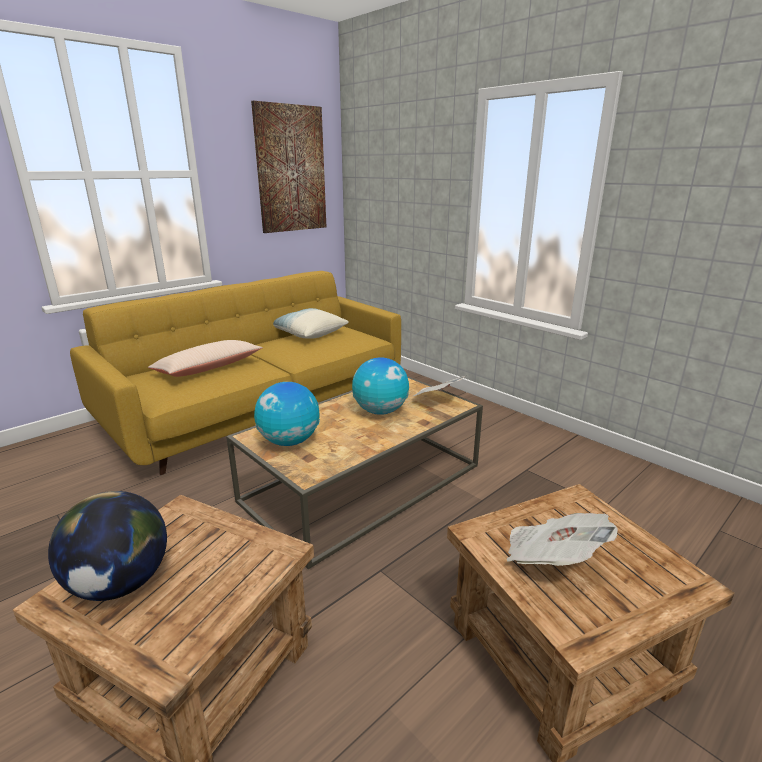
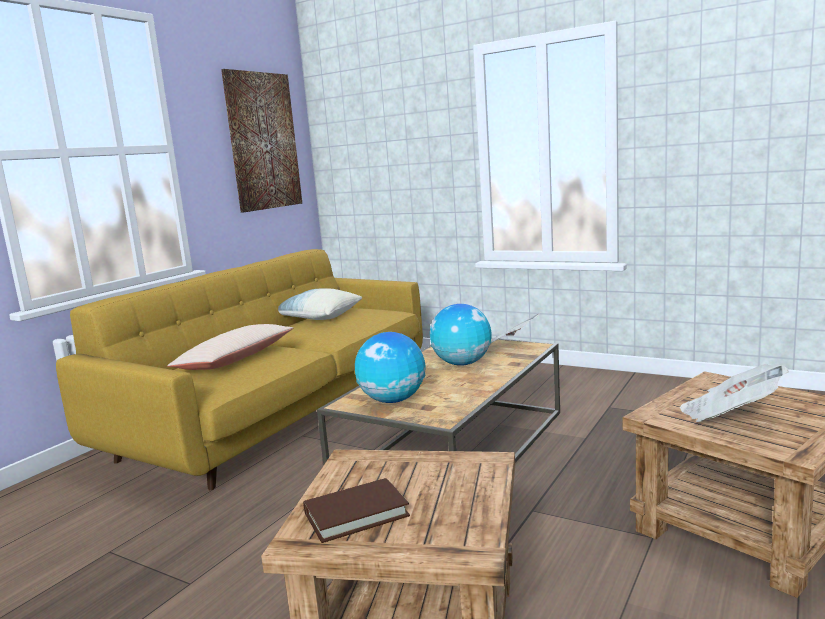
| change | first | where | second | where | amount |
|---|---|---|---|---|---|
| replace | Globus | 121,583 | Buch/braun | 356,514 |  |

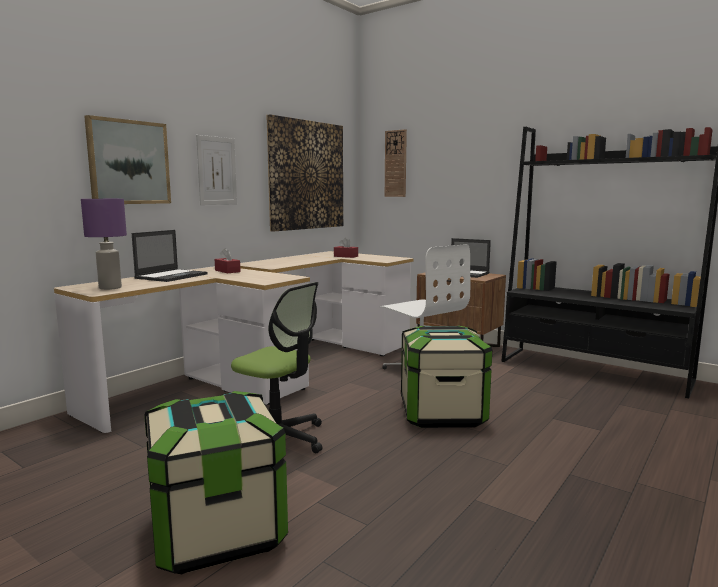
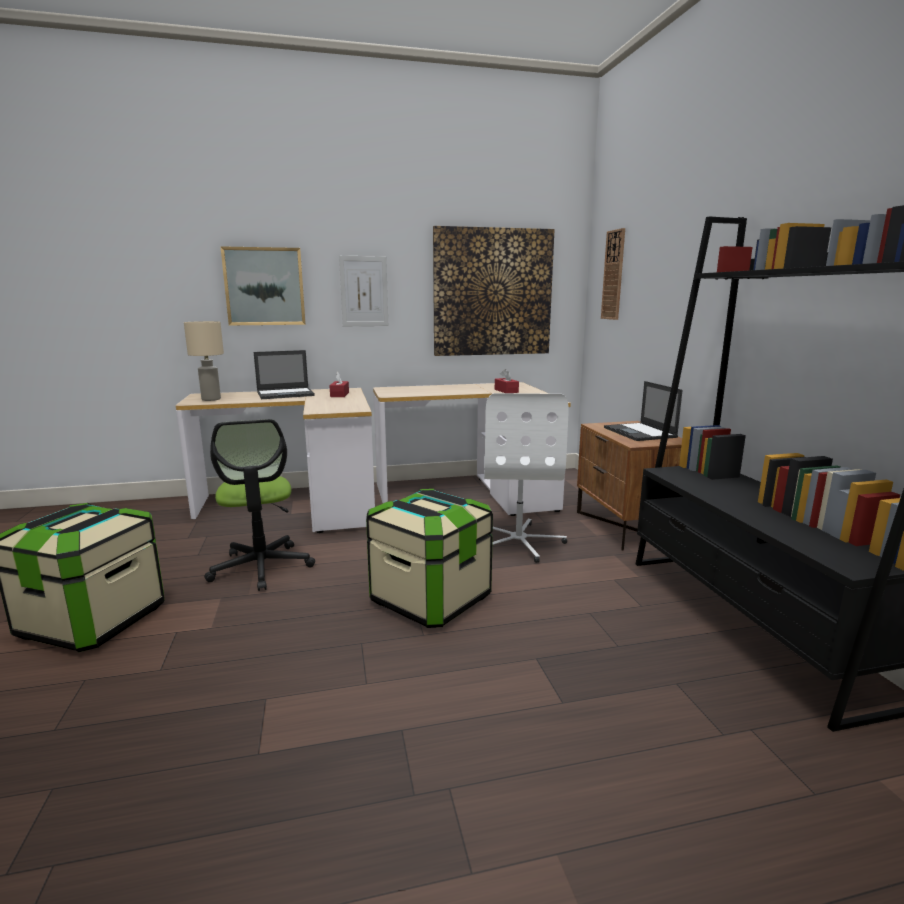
| change | first | where | second | where | amount |
|---|---|---|---|---|---|
| recolor | Tischlampe/lila | 109,288 | Tischlampe/beige | 210,399 |  |

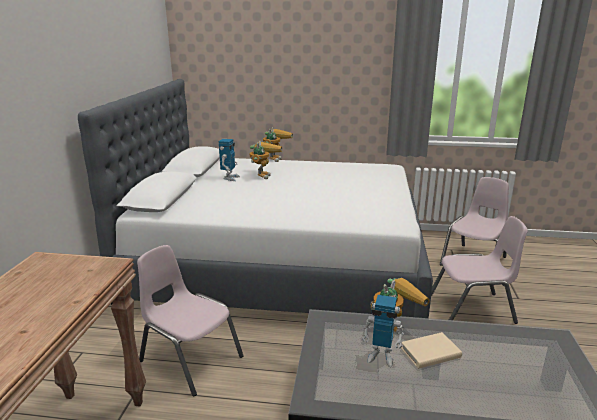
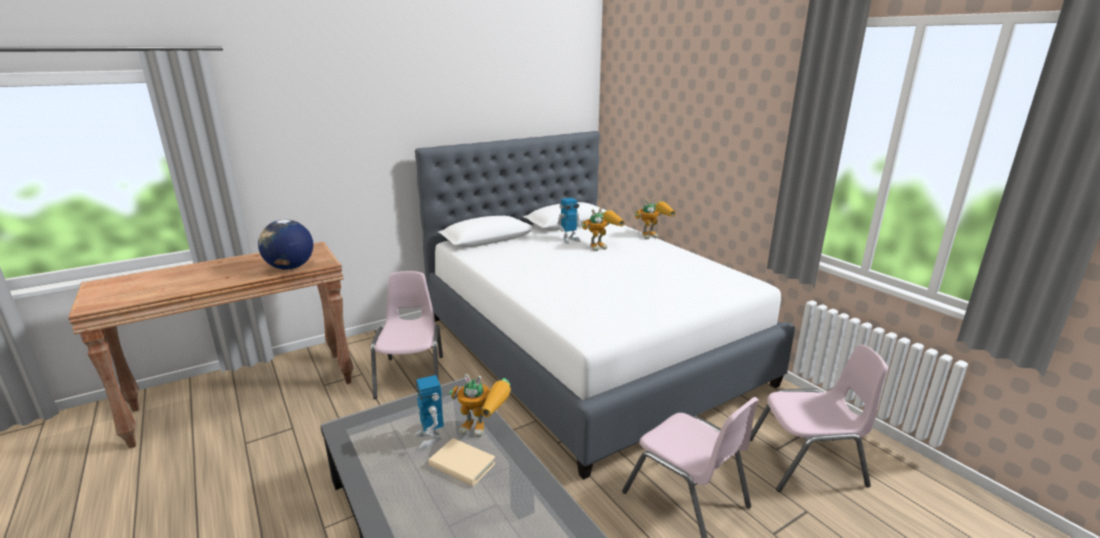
| change | first | where | second | where | amount |
|---|---|---|---|---|---|
| insert |  |  | Globus | 290,267 |  |

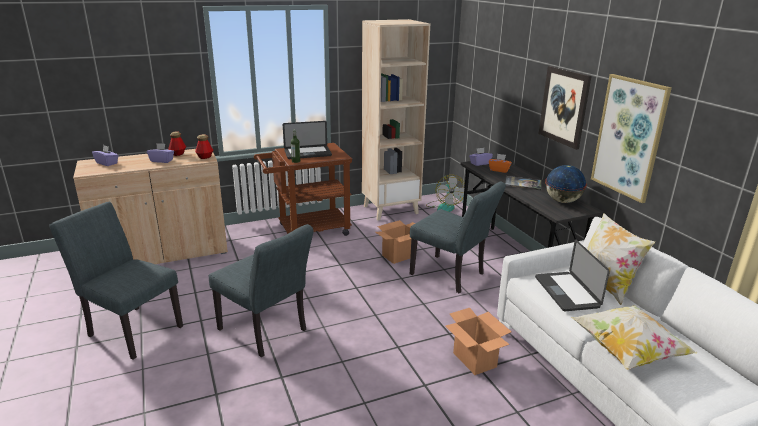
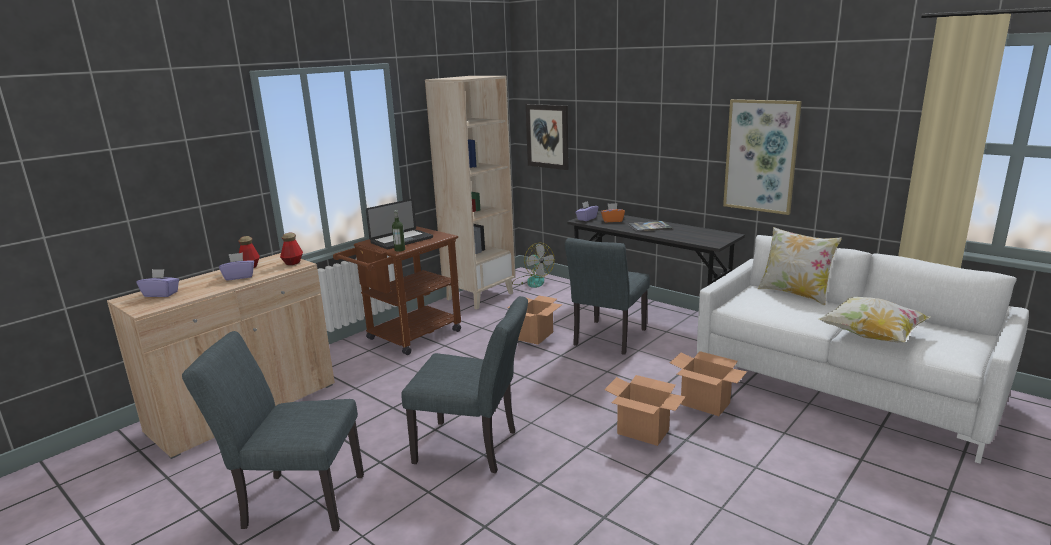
| change | first | where | second | where | amount |
|---|---|---|---|---|---|
| delete | Laptop | 566,292 |  |  |  |
| delete | Globus | 562,201 |  |  |  |
| insert |  |  | Karton | 643,432 |  |
| move | Bild | 564,106 |  | 547,136 |  |
| rotate | Stuhl/grau | 452,276 |  | 607,339 | 105 degrees clockwise |

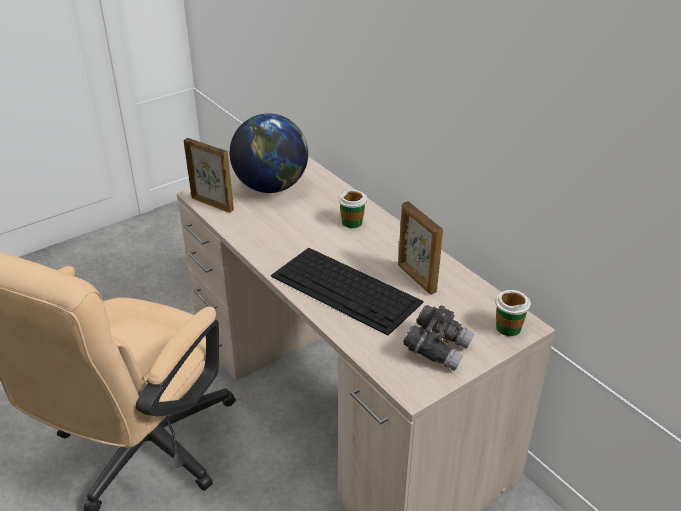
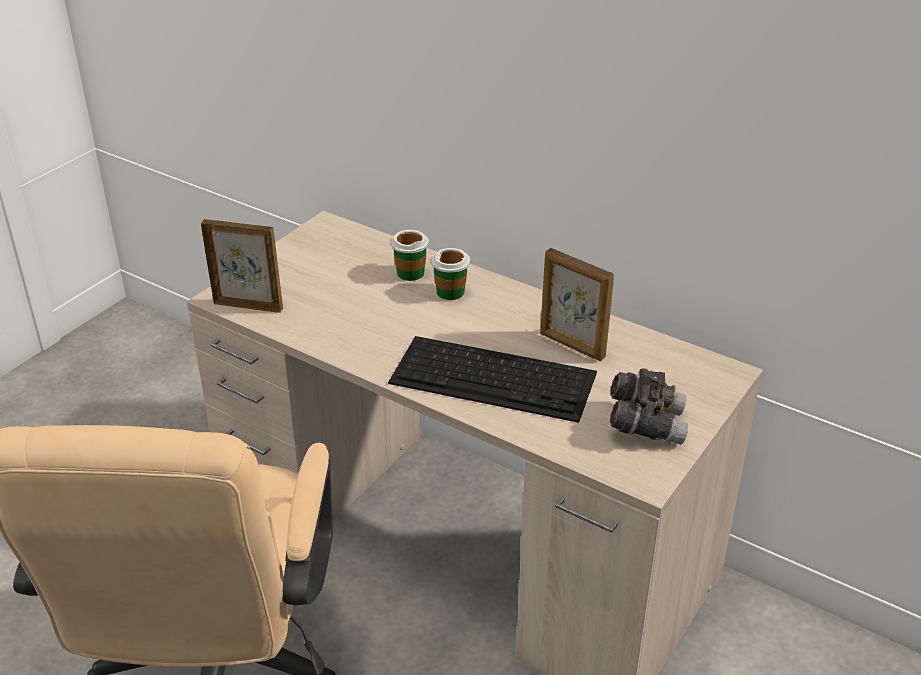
| change | first | where | second | where | amount |
|---|---|---|---|---|---|
| delete | Globus | 271,187 |  |  |  |
| move | Tasse | 508,327 |  | 410,273 |  |

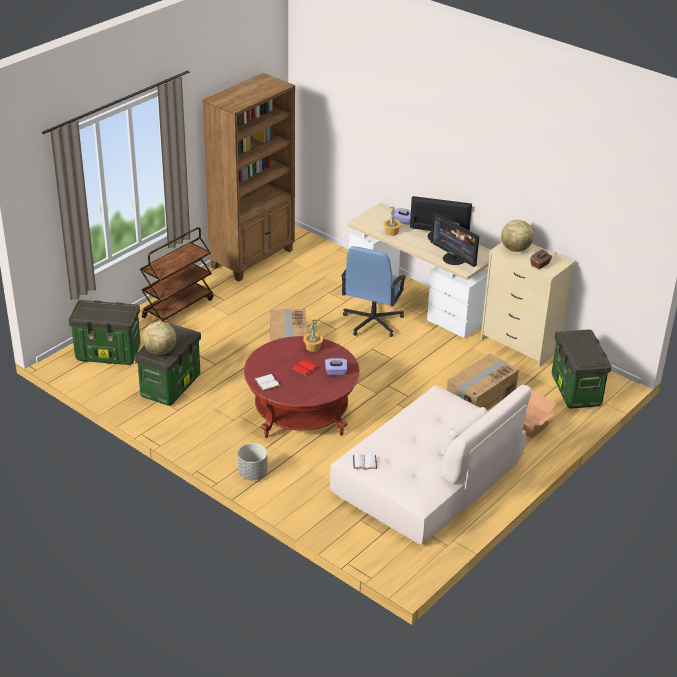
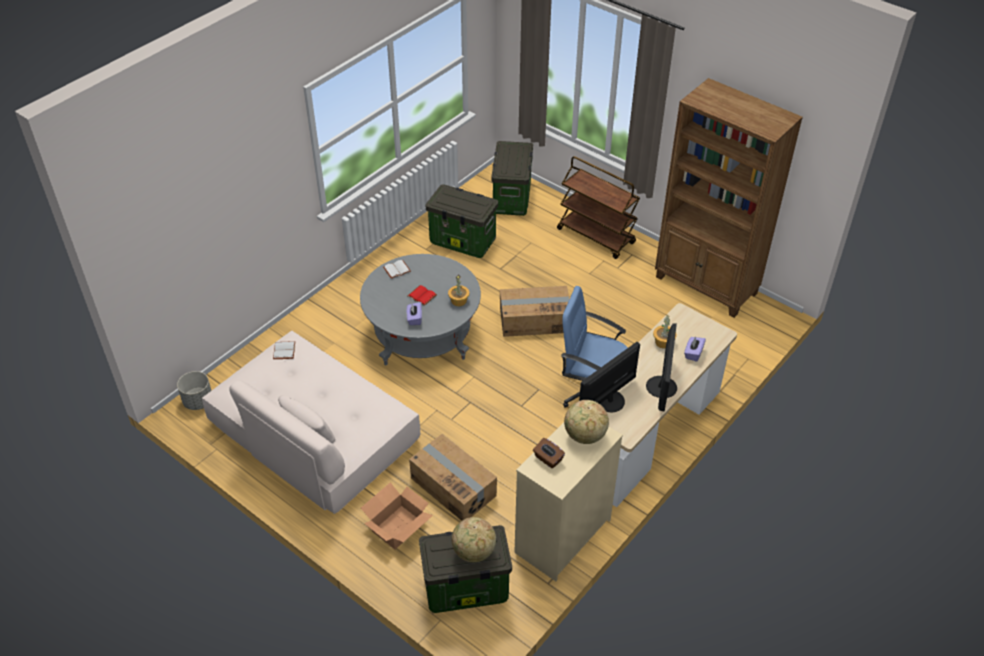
| change | first | where | second | where | amount |
|---|---|---|---|---|---|
| move | Globus | 160,351 |  | 474,552 |  |
| move | Pflanzkübel/grau | 252,474 |  | 198,401 |  |
| recolor | Couchtisch/rot | 301,412 | Couchtisch/grau | 422,333 |  |

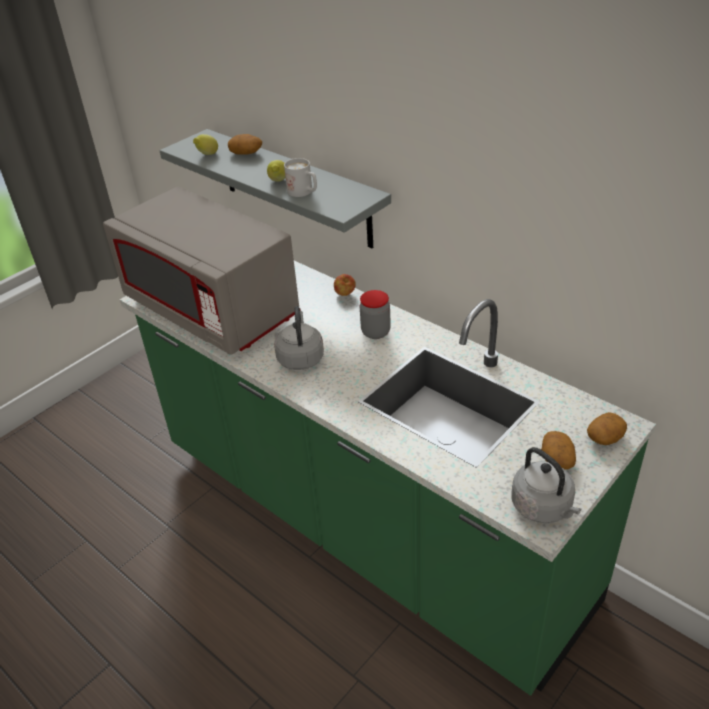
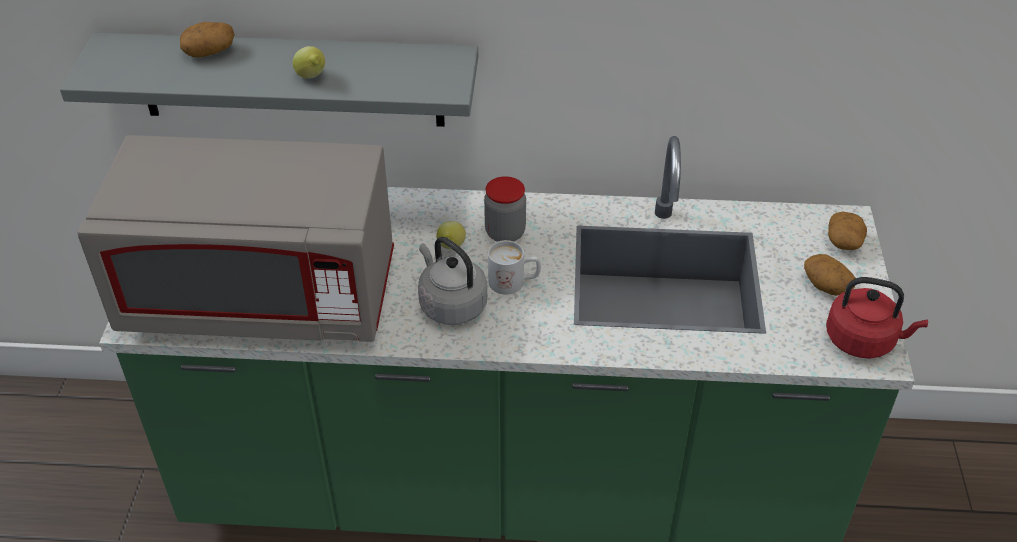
| change | first | where | second | where | amount |
|---|---|---|---|---|---|
| delete | Apfel | 345,294 |  |  |  |
| move | Zitrone | 207,155 |  | 451,248 |  |
| move | Henkelbecher/weiß | 304,192 |  | 514,282 |  |
| recolor | Wasserkessel/grau | 543,508 | Wasserkessel/rot | 863,340 |  |

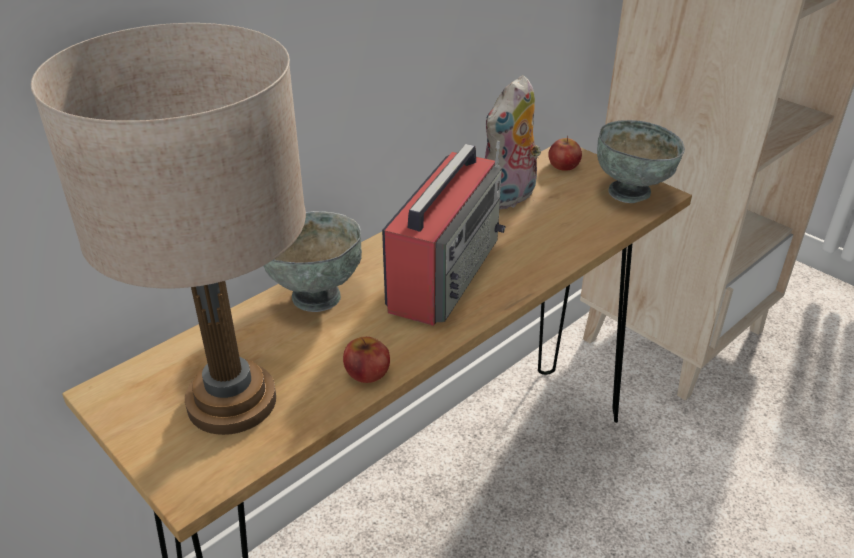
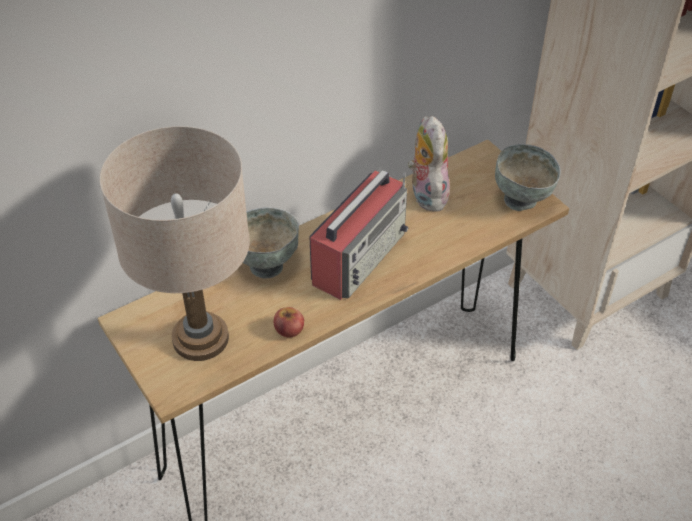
| change | first | where | second | where | amount |
|---|---|---|---|---|---|
| delete | Apfel | 563,165 |  |  |  |
| rotate | Plüschtier | 509,198 |  | 426,194 | 120 degrees clockwise |

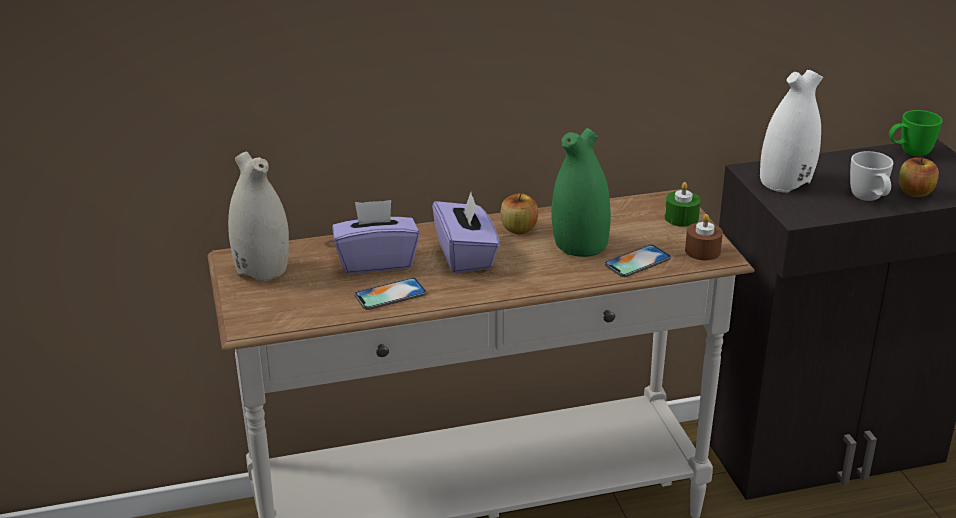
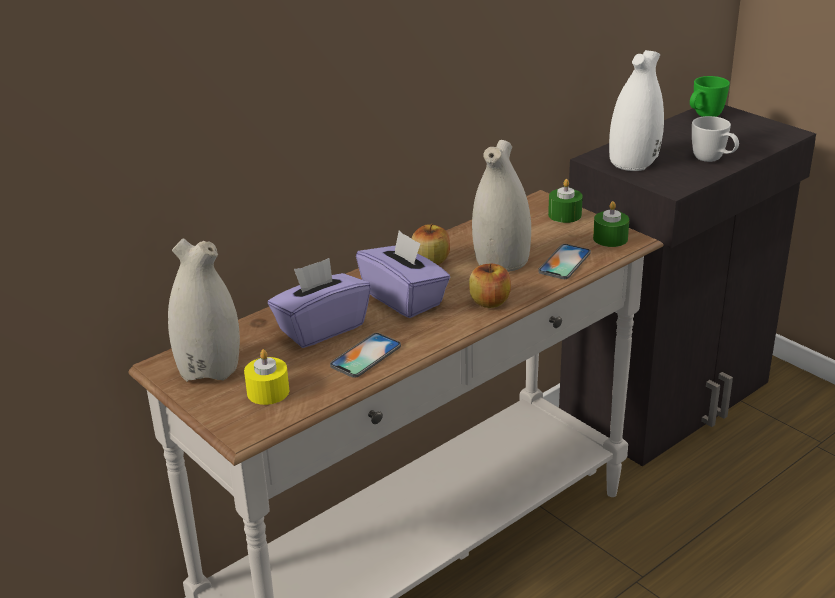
| change | first | where | second | where | amount |
|---|---|---|---|---|---|
| insert |  |  | Kerze/gelb | 268,392 |  |
| move | Apfel | 915,192 |  | 489,302 |  |
| recolor | Vase/grün | 579,246 | Vase/weiß | 501,262 |  |
| recolor | Kerze/braun | 702,251 | Kerze/grün | 610,238 |  |

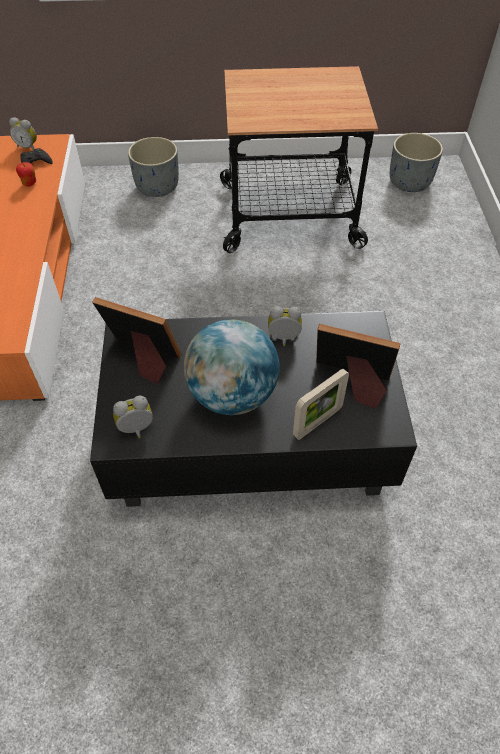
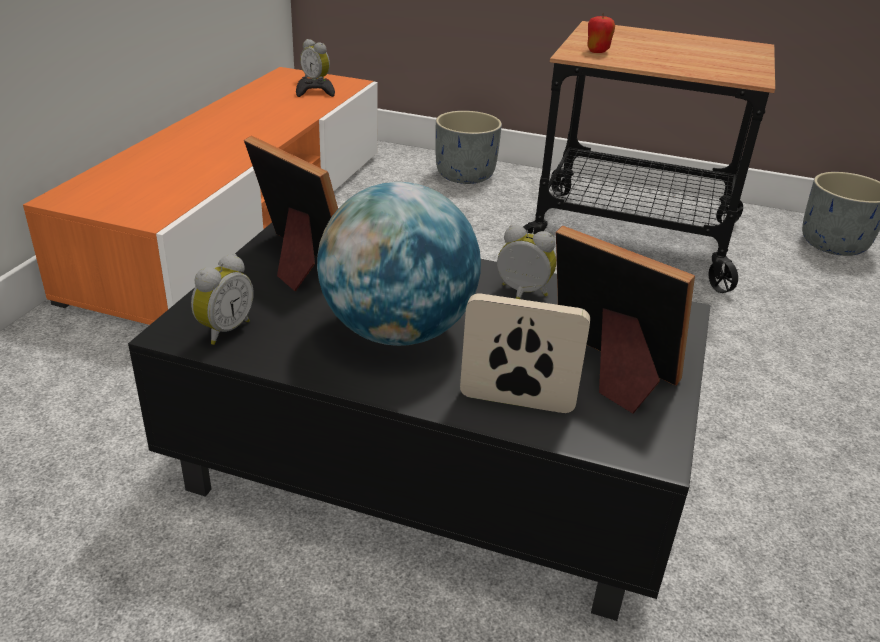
| change | first | where | second | where | amount |
|---|---|---|---|---|---|
| move | Apfel | 29,183 |  | 597,51 |  |
| rotate | Wecker | 137,430 |  | 223,330 | 120 degrees clockwise |
| rotate | Bilderrahmen | 317,422 |  | 516,401 | 150 degrees counterclockwise |

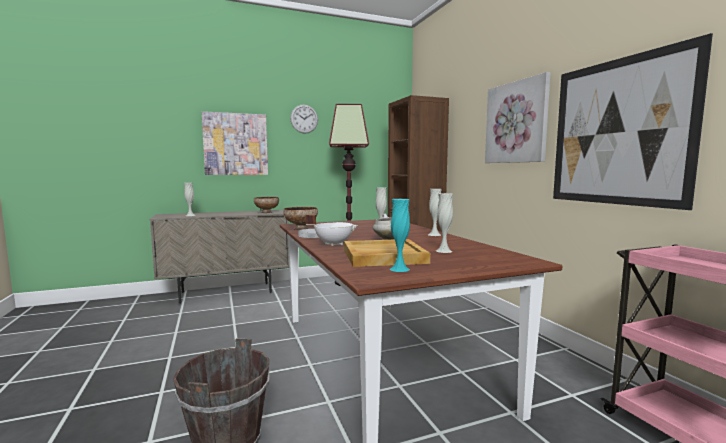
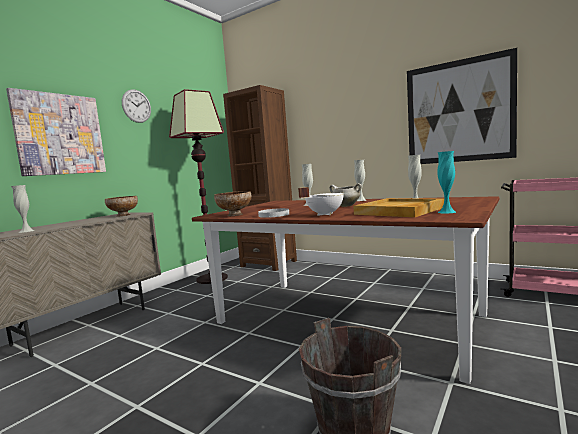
| change | first | where | second | where | amount |
|---|---|---|---|---|---|
| delete | Bild | 516,122 |  |  |  |

